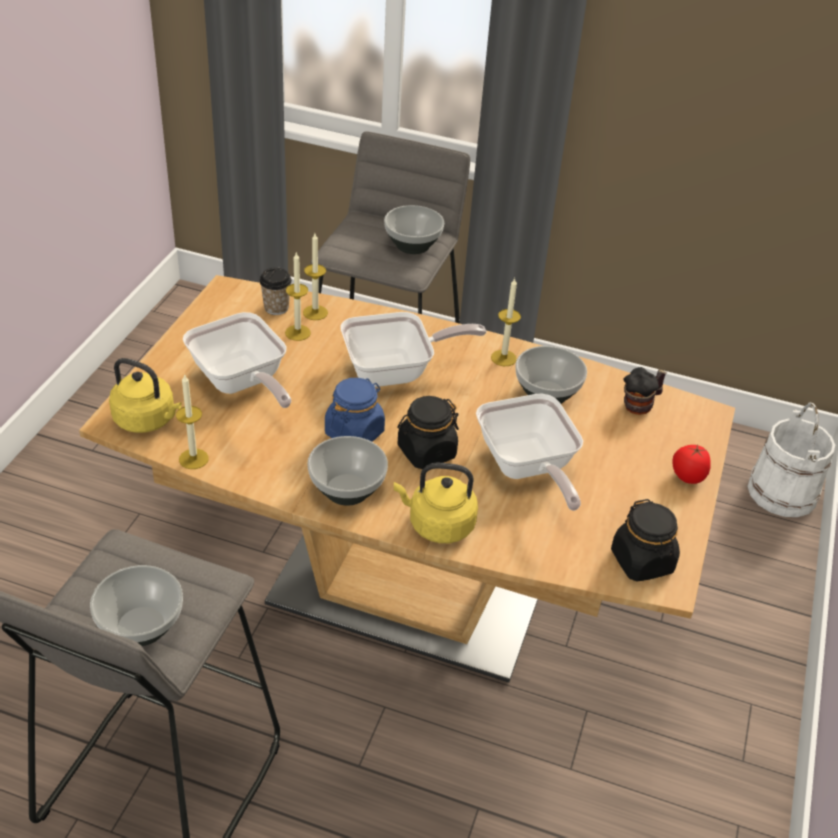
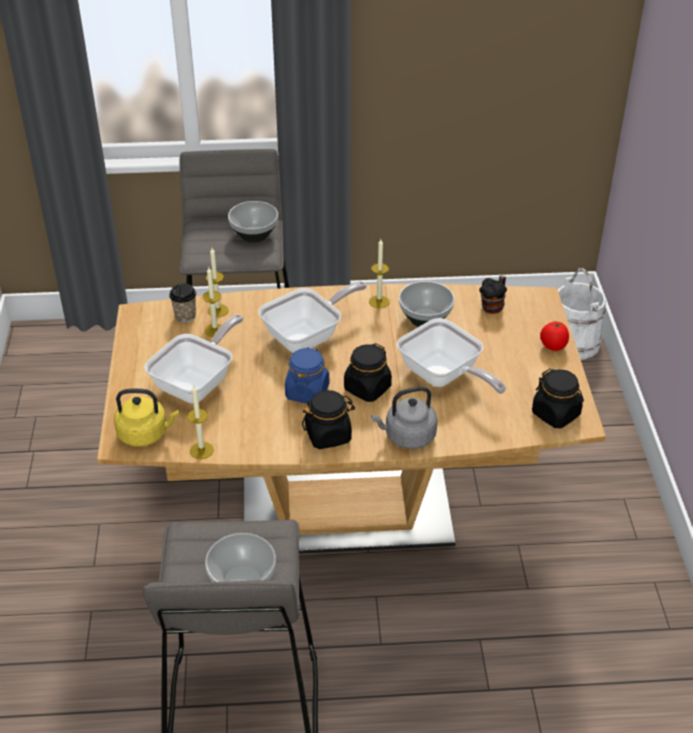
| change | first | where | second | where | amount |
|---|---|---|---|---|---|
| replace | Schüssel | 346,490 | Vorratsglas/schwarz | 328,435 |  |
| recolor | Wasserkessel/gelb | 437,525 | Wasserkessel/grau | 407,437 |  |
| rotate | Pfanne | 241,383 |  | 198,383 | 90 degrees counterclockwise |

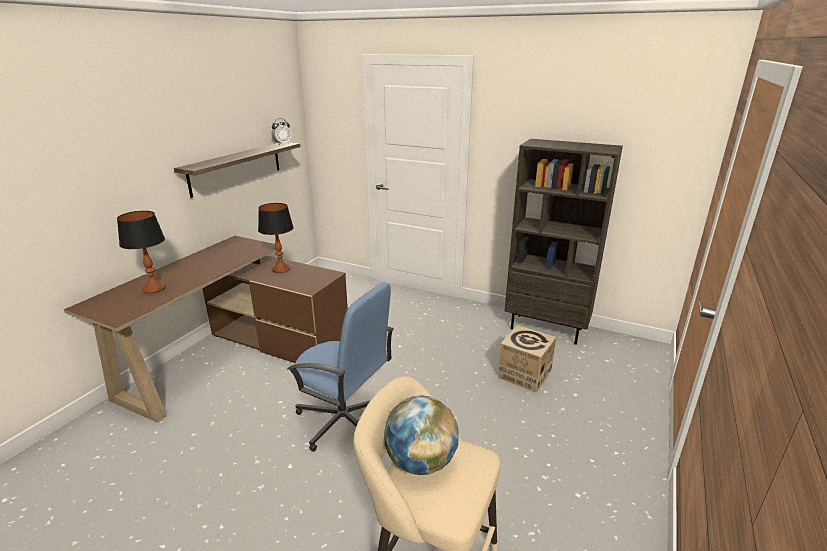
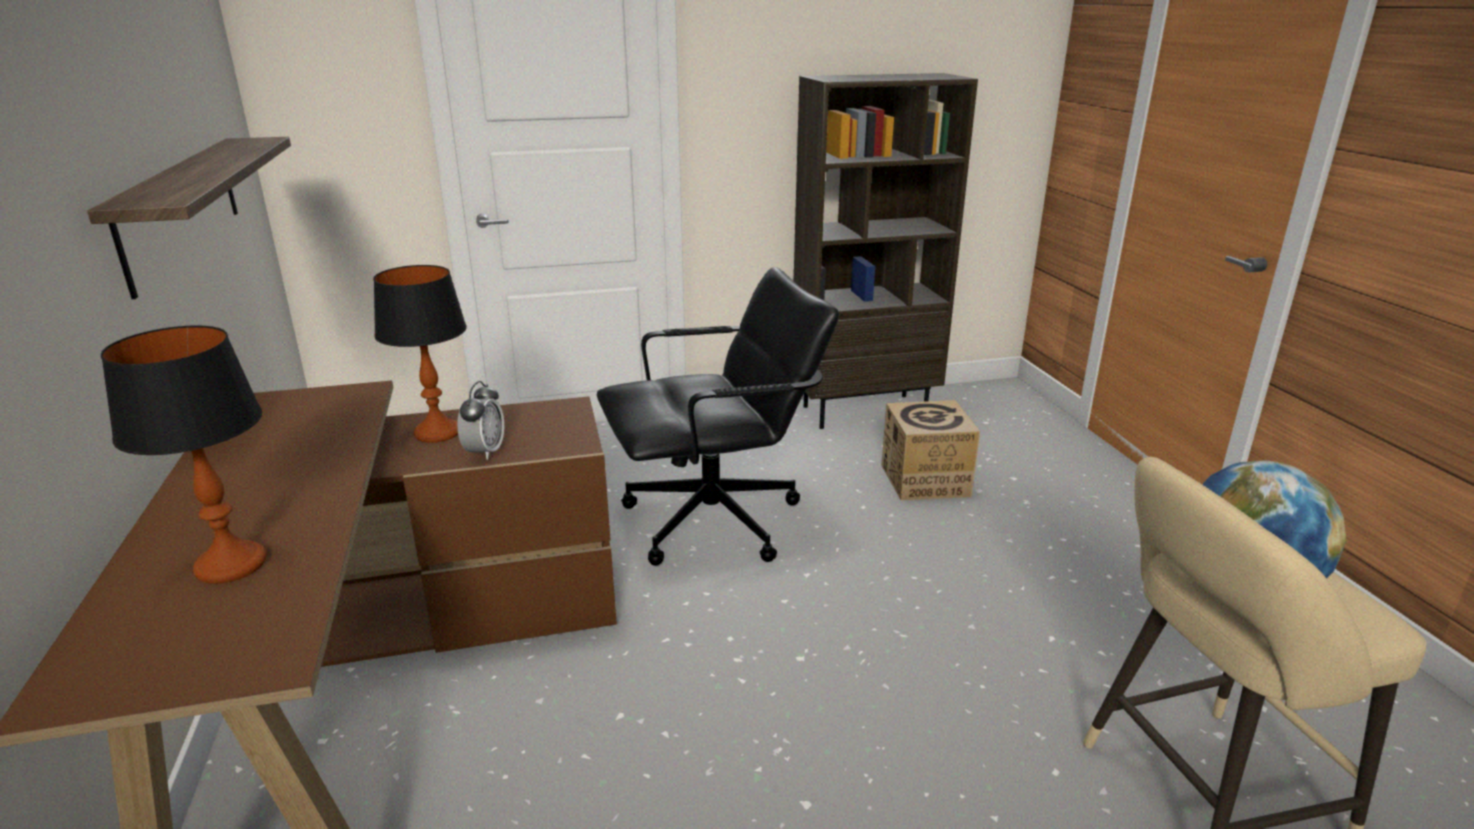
| change | first | where | second | where | amount |
|---|---|---|---|---|---|
| delete | Bürostuhl/blau | 344,420 |  |  |  |
| insert |  |  | Bürostuhl/schwarz | 715,521 |  |
| move | Wecker | 282,144 |  | 485,452 |  |

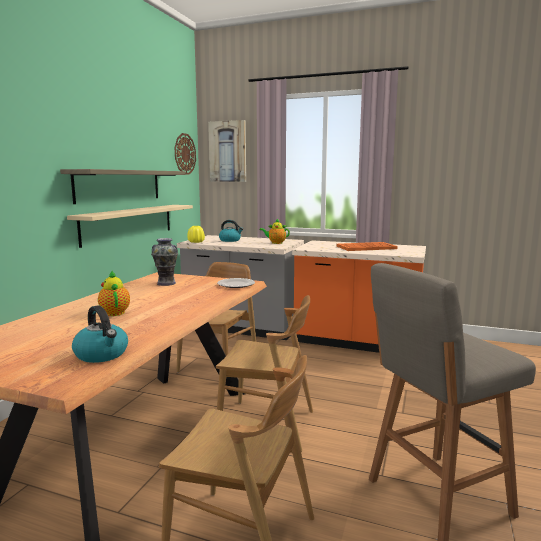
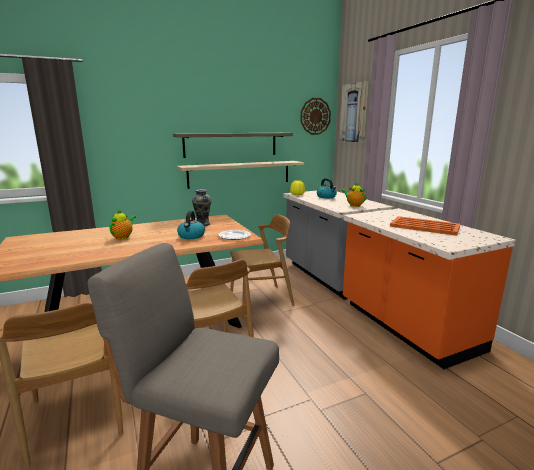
| change | first | where | second | where | amount |
|---|---|---|---|---|---|
| move | Wasserkessel | 102,354 |  | 191,236 |  |

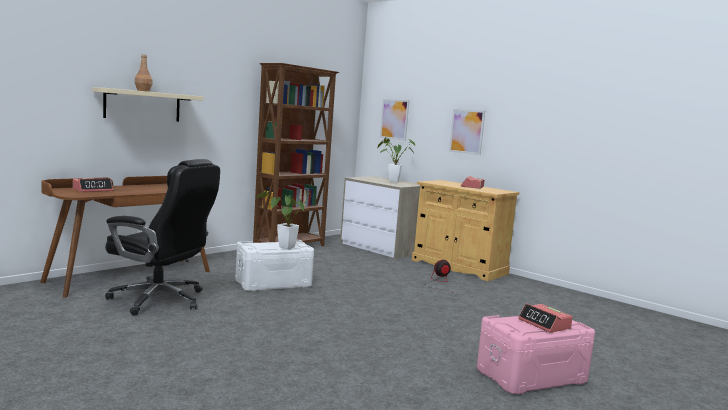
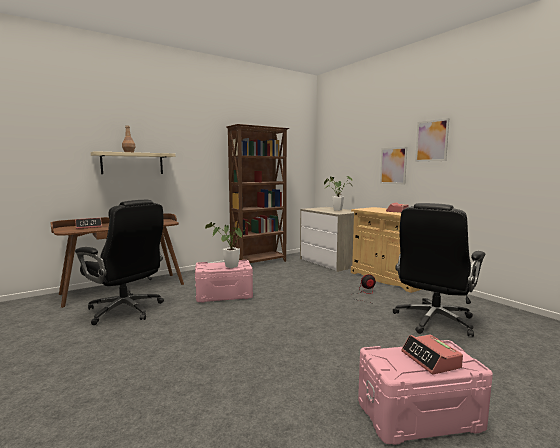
| change | first | where | second | where | amount |
|---|---|---|---|---|---|
| insert |  |  | Bürostuhl/schwarz | 434,321 |  |
| move | Bild | 394,119 |  | 431,141 |  |
| recolor | Aufbewahrungsbox/weiß | 273,283 | Aufbewahrungsbox/rosa | 224,294 |  |

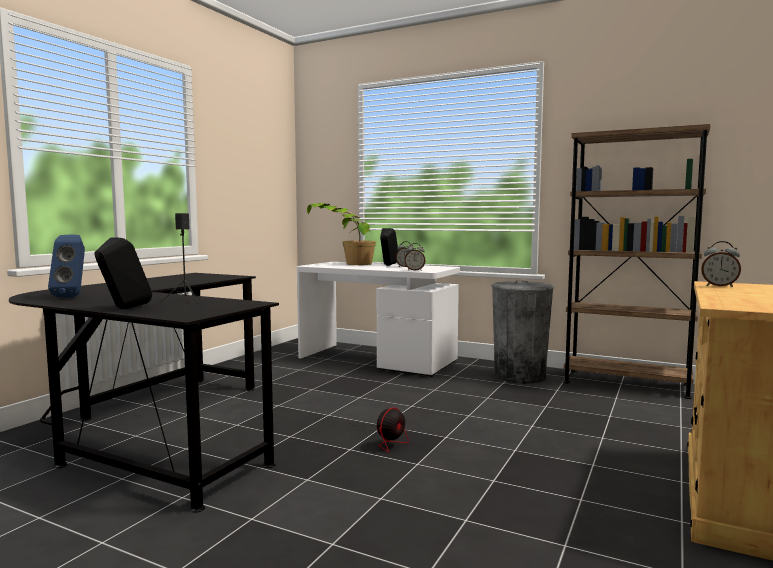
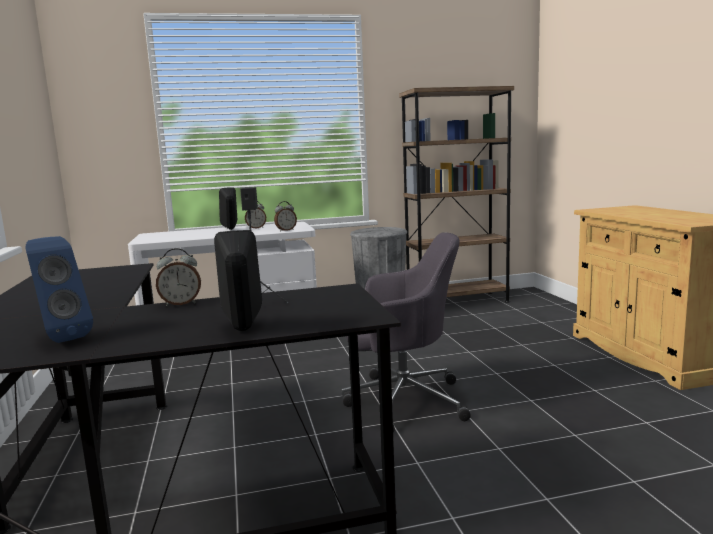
| change | first | where | second | where | amount |
|---|---|---|---|---|---|
| delete | Topfpflanze | 345,264 |  |  |  |
| move | Wecker | 719,286 |  | 181,303 |  |
| replace | Ventilator | 388,439 | Bürostuhl/grau | 402,401 |  |

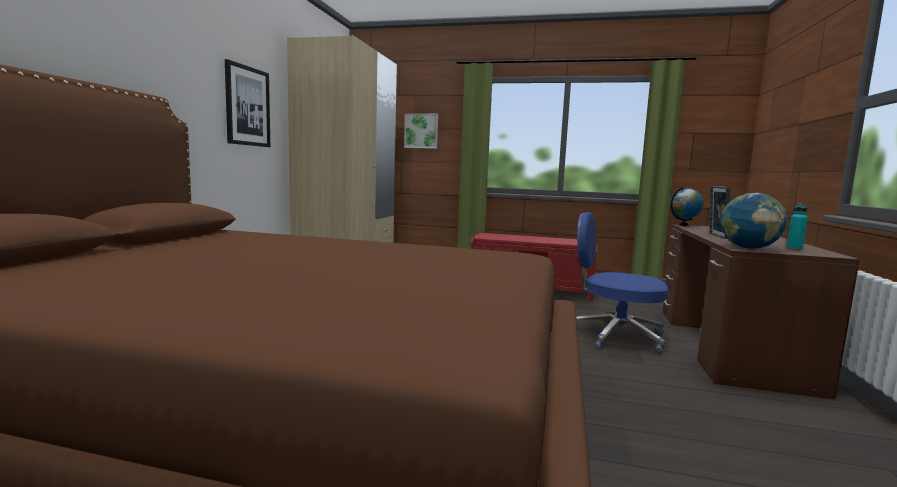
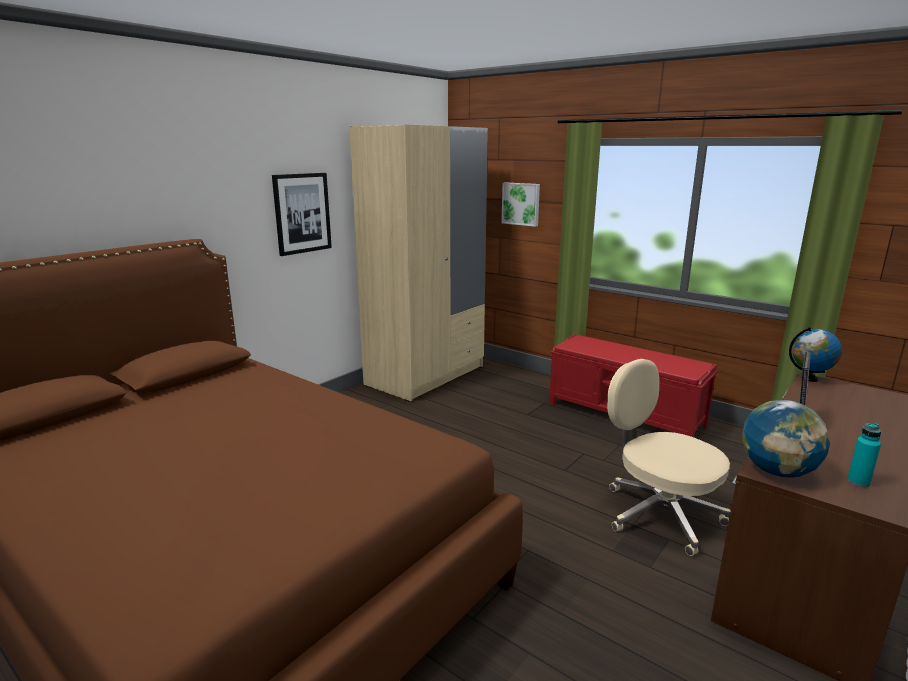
| change | first | where | second | where | amount |
|---|---|---|---|---|---|
| recolor | Bürostuhl/blau | 615,336 | Bürostuhl/beige | 659,514 |  |

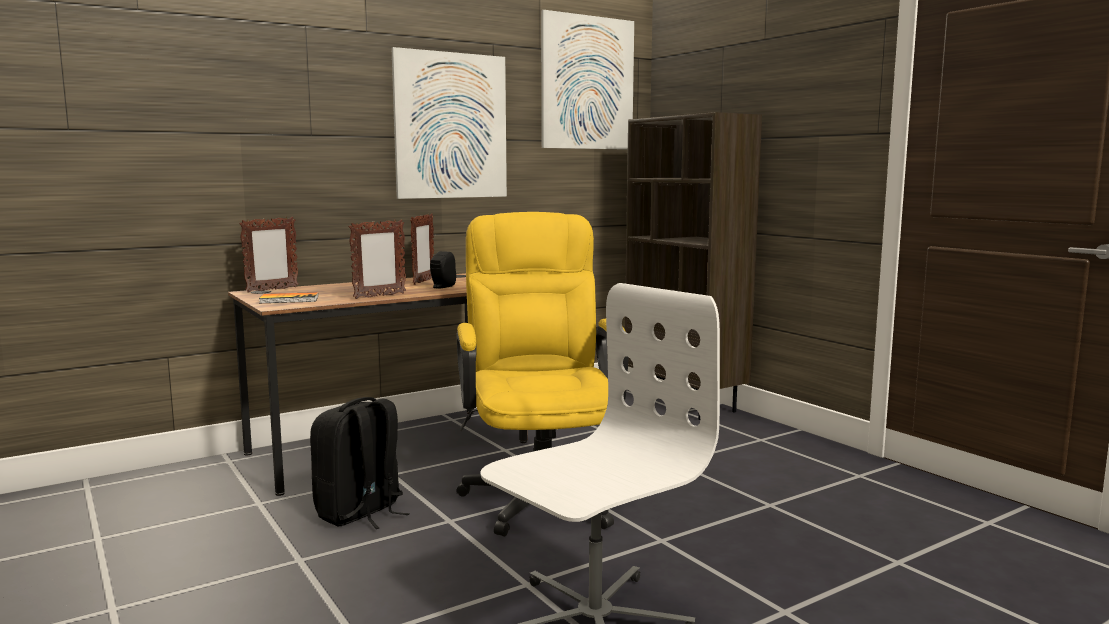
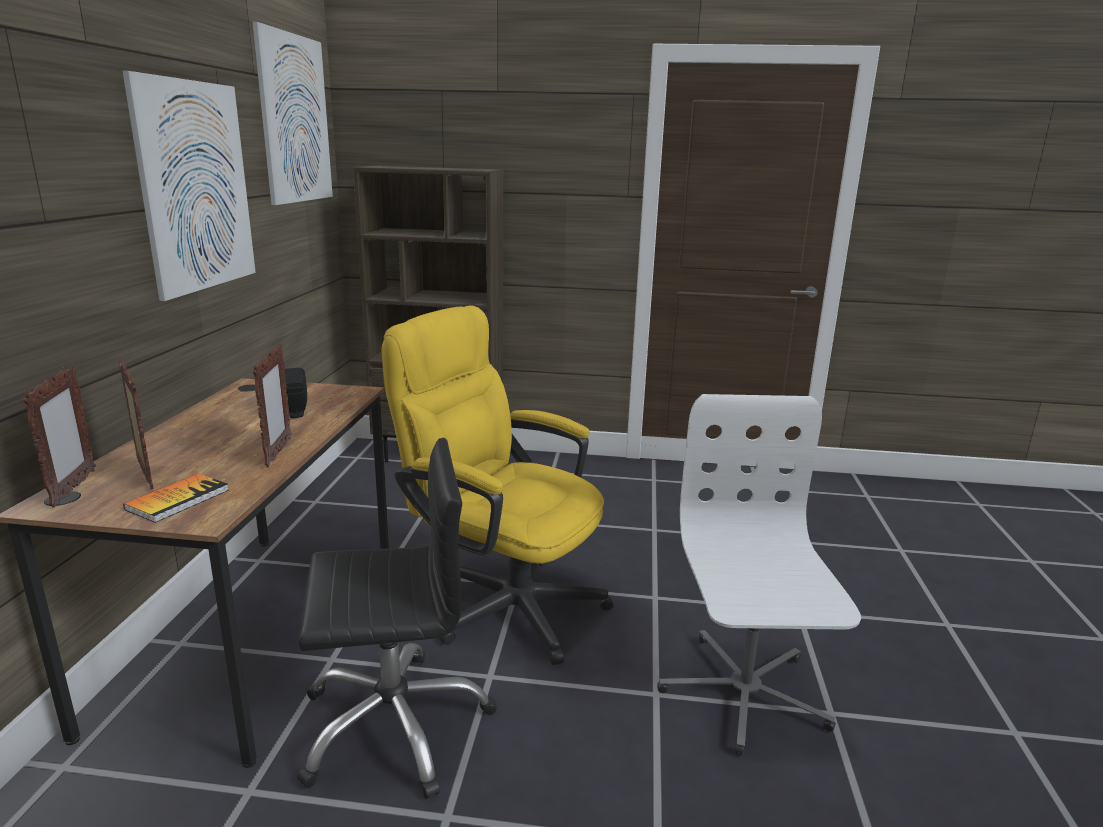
| change | first | where | second | where | amount |
|---|---|---|---|---|---|
| move | Bilderrahmen | 423,281 |  | 144,475 |  |
| replace | Rucksack/schwarz | 360,513 | Bürostuhl/schwarz | 394,724 |  |

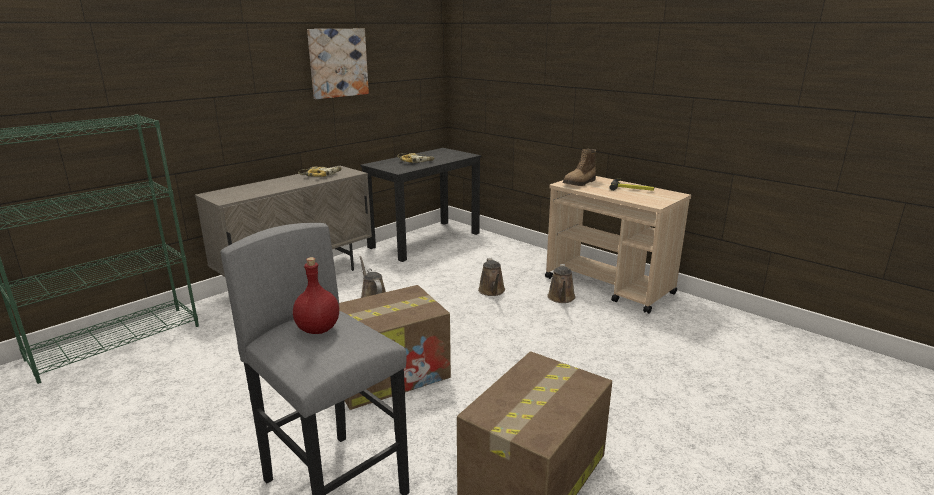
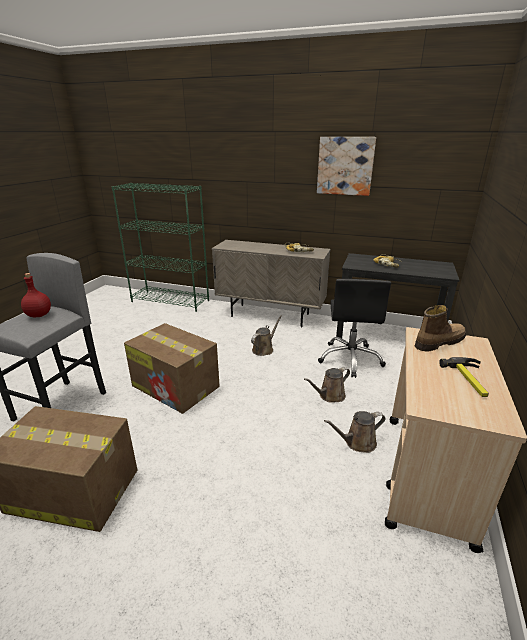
| change | first | where | second | where | amount |
|---|---|---|---|---|---|
| insert |  |  | Bürostuhl/schwarz | 350,359 |  |
| rotate | Stiefel | 580,183 |  | 438,342 | 135 degrees clockwise |

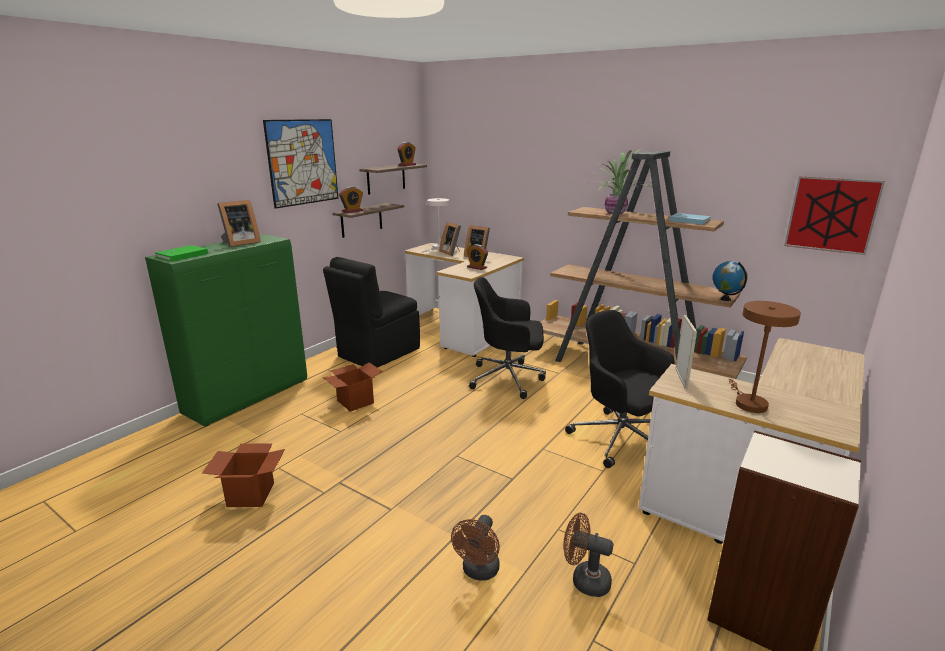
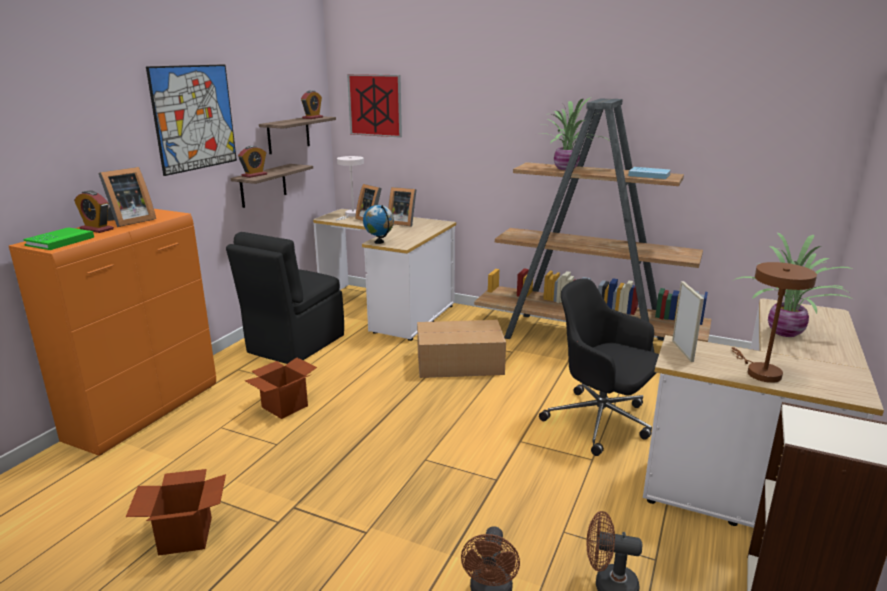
| change | first | where | second | where | amount |
|---|---|---|---|---|---|
| insert |  |  | Topfpflanze | 786,332 |  |
| move | Wecker | 477,267 |  | 96,229 |  |
| move | Globus | 725,299 |  | 379,242 |  |
| move | Bild | 831,214 |  | 375,105 |  |
| replace | Bürostuhl/schwarz | 508,378 | Karton | 458,363 |  |
| recolor | Schrank/grün | 248,397 | Schrank/orange | 146,412 |  |

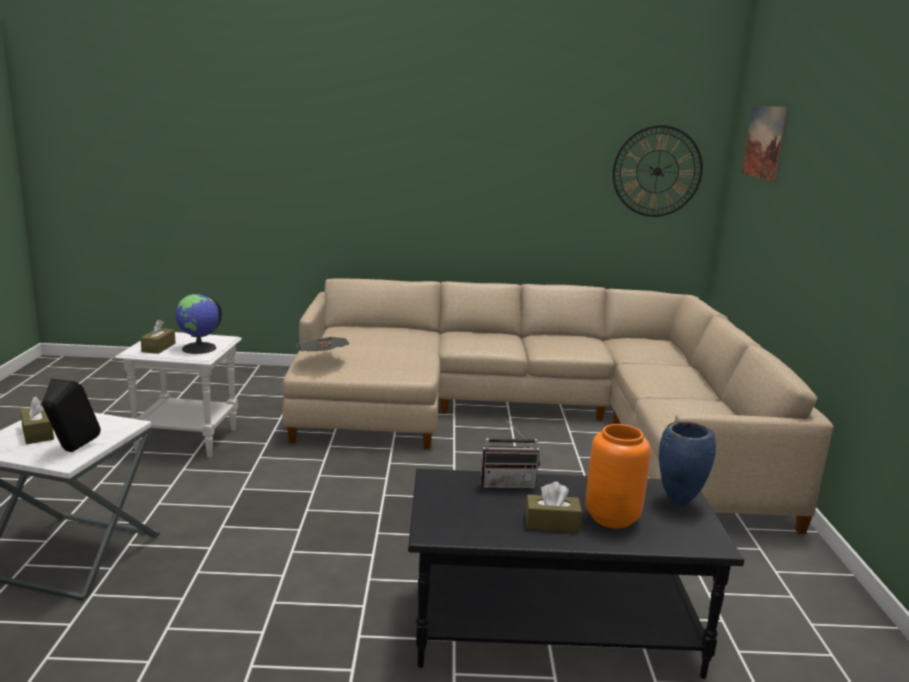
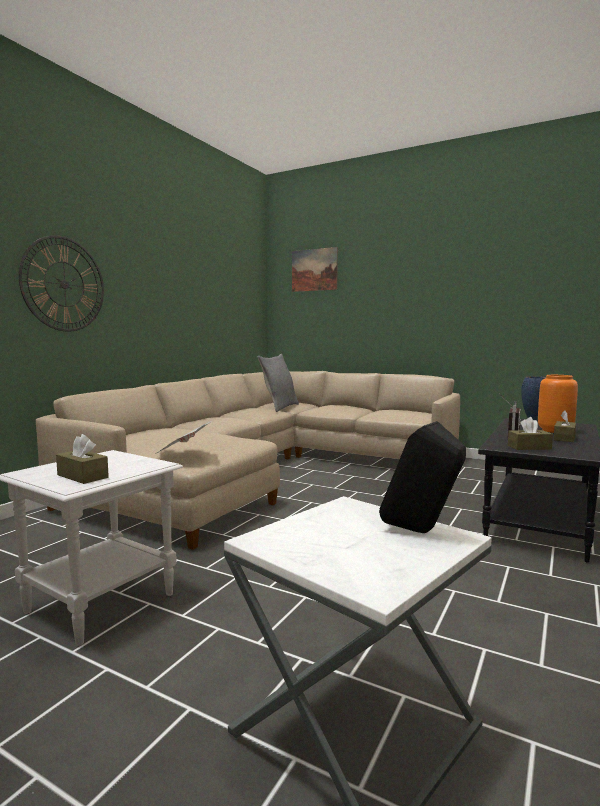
| change | first | where | second | where | amount |
|---|---|---|---|---|---|
| delete | Globus | 199,348 |  |  |  |
| insert |  |  | Kissen/grau | 279,407 |  |
| move | Taschentuchbox/braun | 38,433 |  | 529,447 |  |
| move | Wanduhr | 657,171 |  | 64,284 |  |

